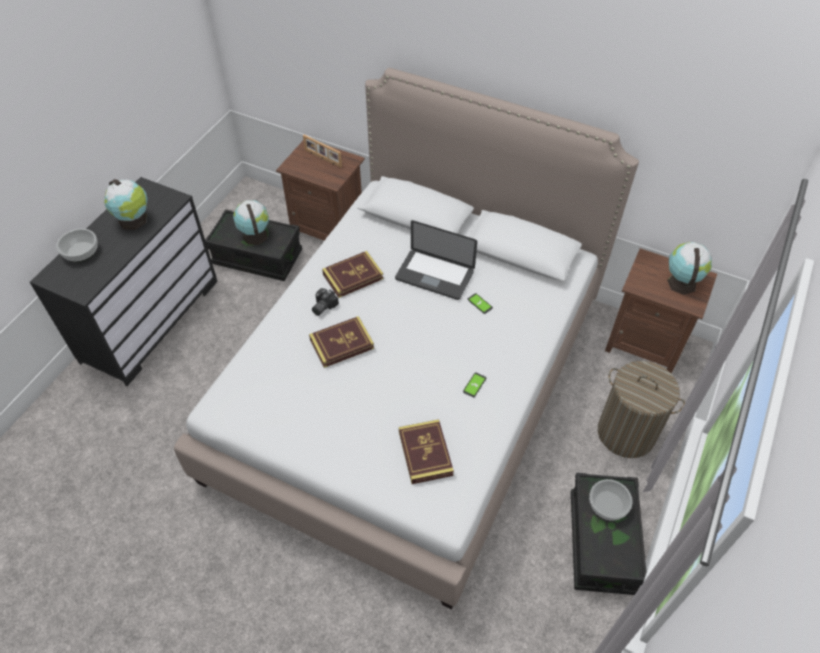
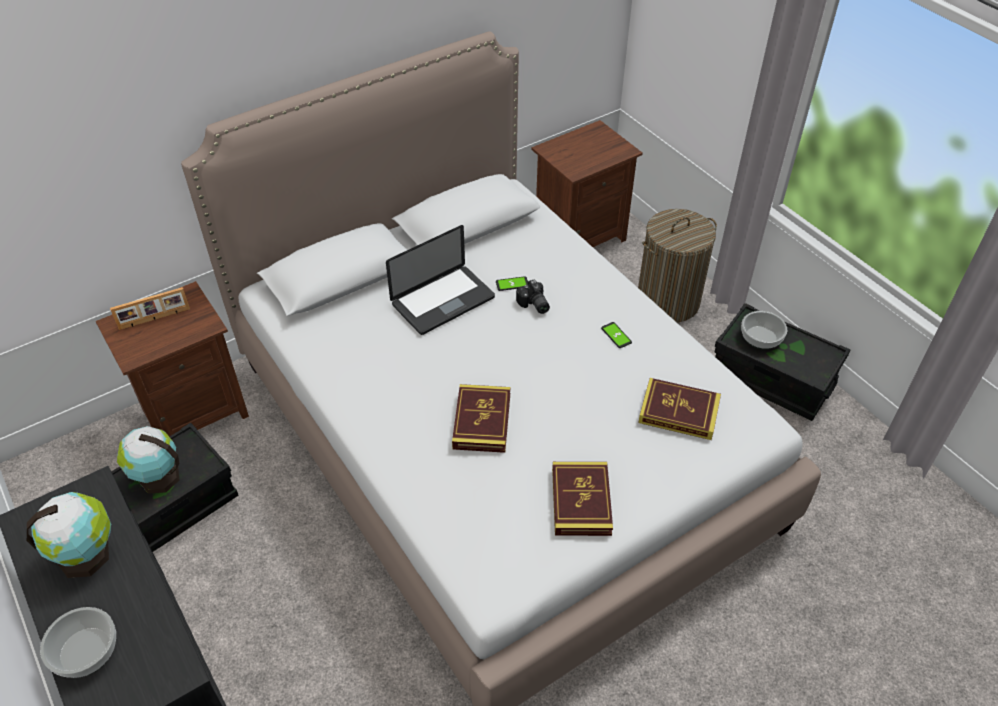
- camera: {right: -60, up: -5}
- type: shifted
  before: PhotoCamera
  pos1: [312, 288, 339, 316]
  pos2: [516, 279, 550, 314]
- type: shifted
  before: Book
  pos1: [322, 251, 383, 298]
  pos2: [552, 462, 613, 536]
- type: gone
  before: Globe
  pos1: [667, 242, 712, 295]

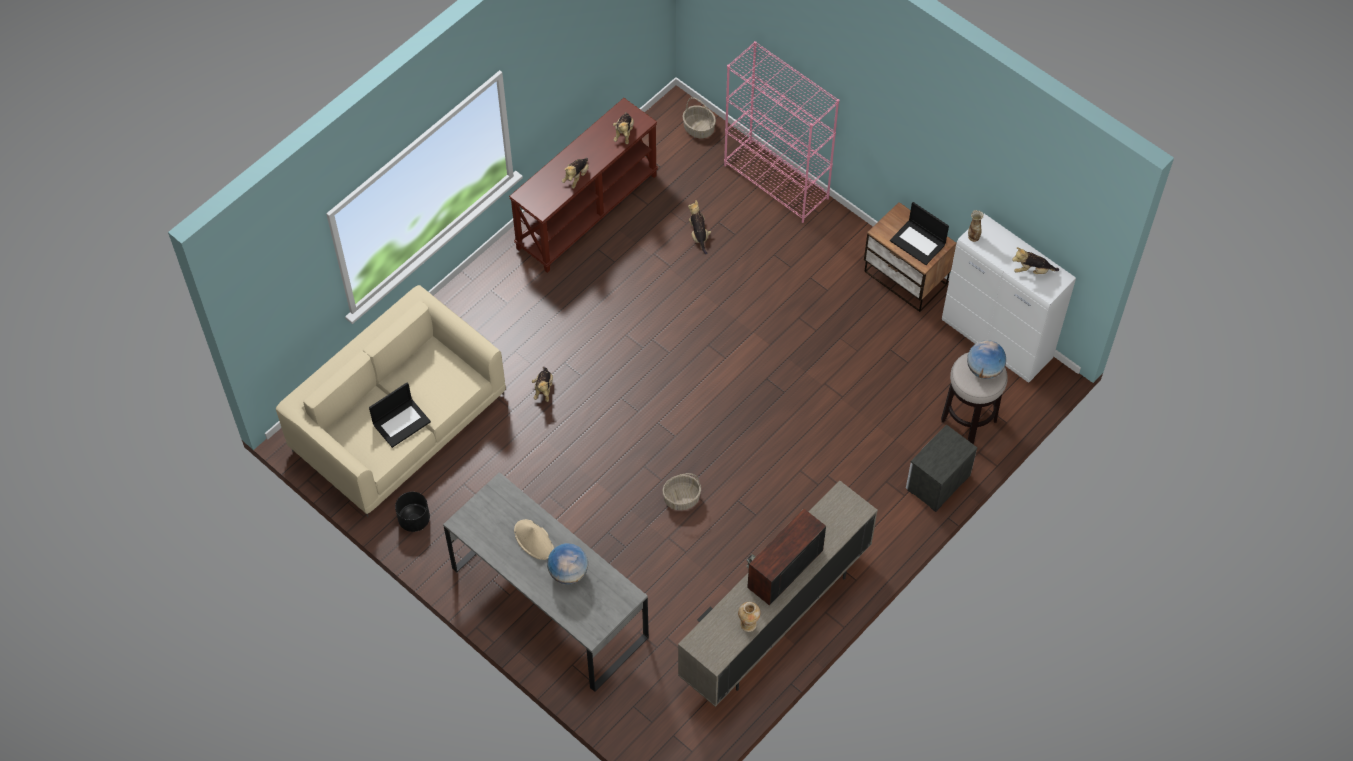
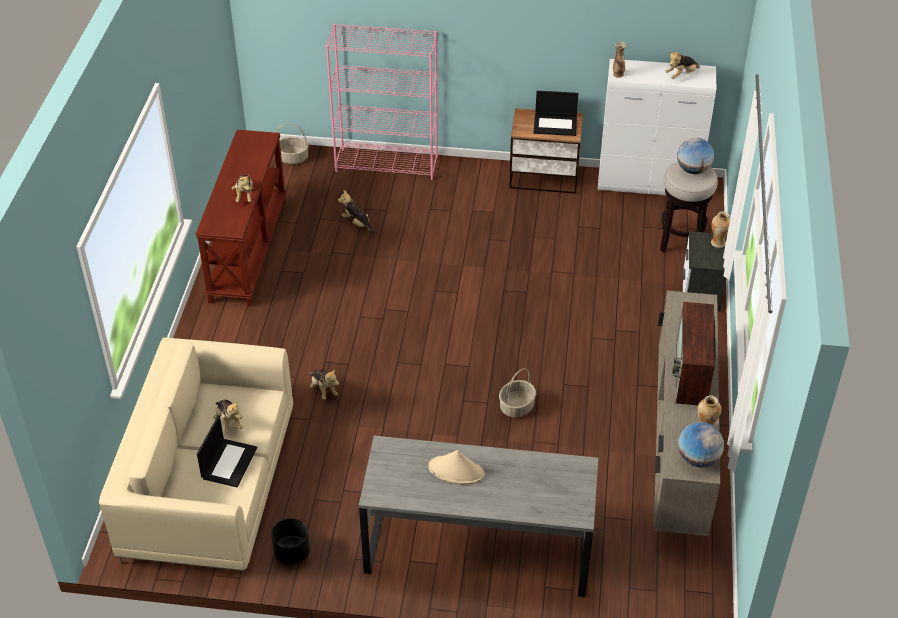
- camera: {right: -35, up: -15}
- type: shifted
  before: Globe
  pos1: [547, 543, 588, 584]
  pos2: [678, 422, 724, 468]
- type: shifted
  before: CuddlyToy
  pos1: [613, 112, 634, 144]
  pos2: [213, 400, 243, 433]
- type: new
  after: Vase
  pos2: [711, 211, 730, 248]

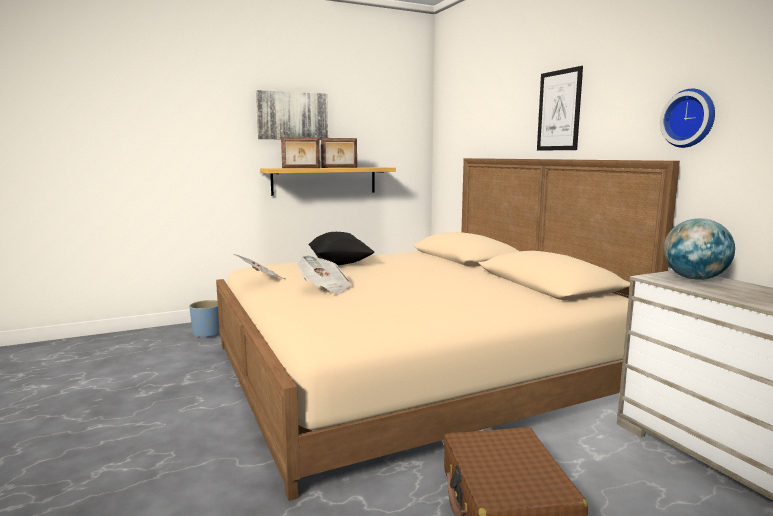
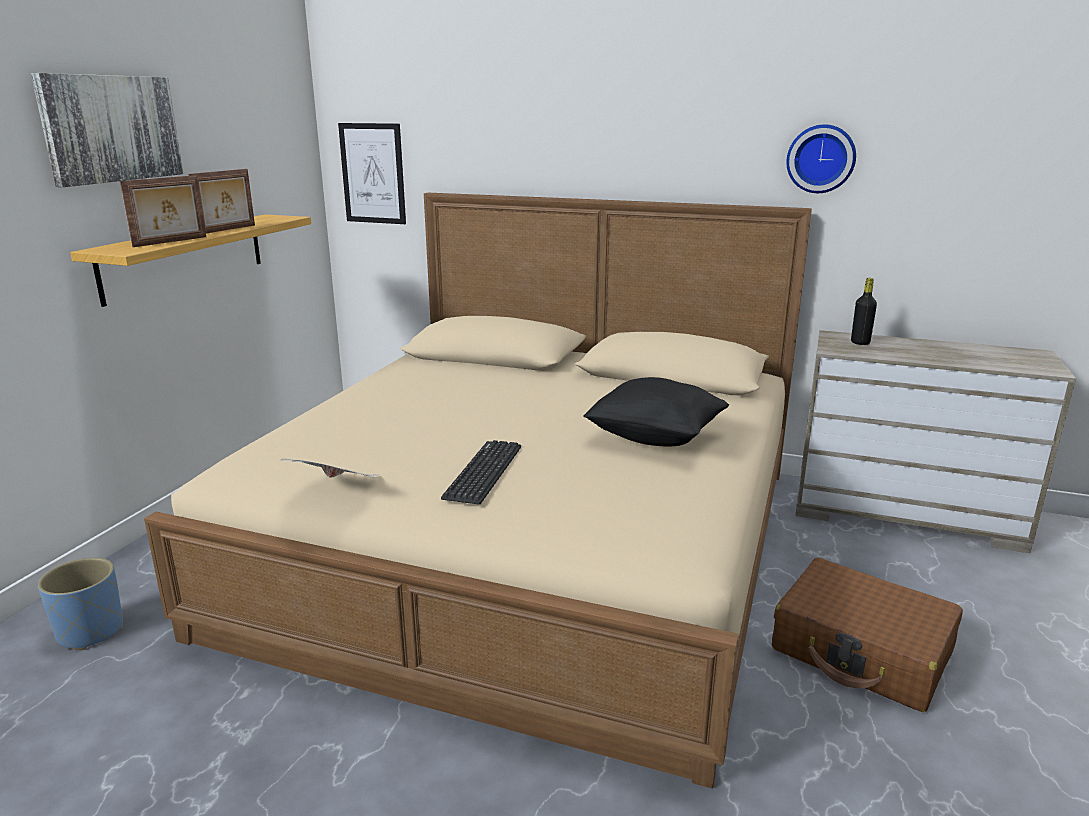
- camera: {right: -45, up: 10}
- type: swapped
  before: DailyPaper
  after: PcKeyboard
  pos1: [297, 255, 352, 295]
  pos2: [441, 440, 521, 504]
- type: shifted
  before: BlackishPillow
  pos1: [308, 232, 375, 265]
  pos2: [583, 377, 729, 446]
- type: shifted
  before: WallPicture
  pos1: [537, 66, 583, 151]
  pos2: [338, 123, 406, 224]
- type: swapped
  before: Globe
  after: BlackishBottle
  pos1: [663, 218, 735, 280]
  pos2: [851, 278, 877, 345]

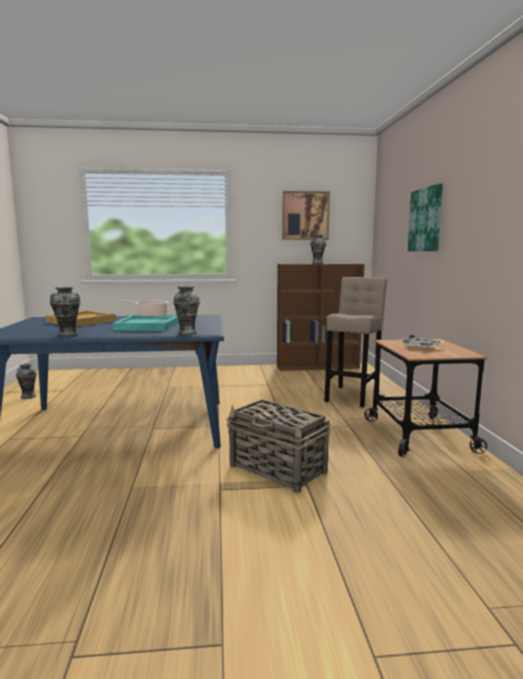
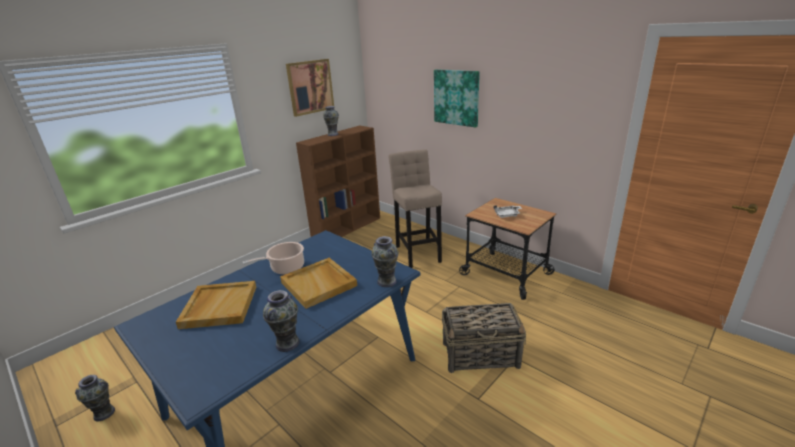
- camera: {right: -40, up: 15}
- type: repainted
  before: BlueGreenServingTray
  after: SandColouredServingTray
  pos1: [113, 316, 179, 331]
  pos2: [280, 258, 357, 309]

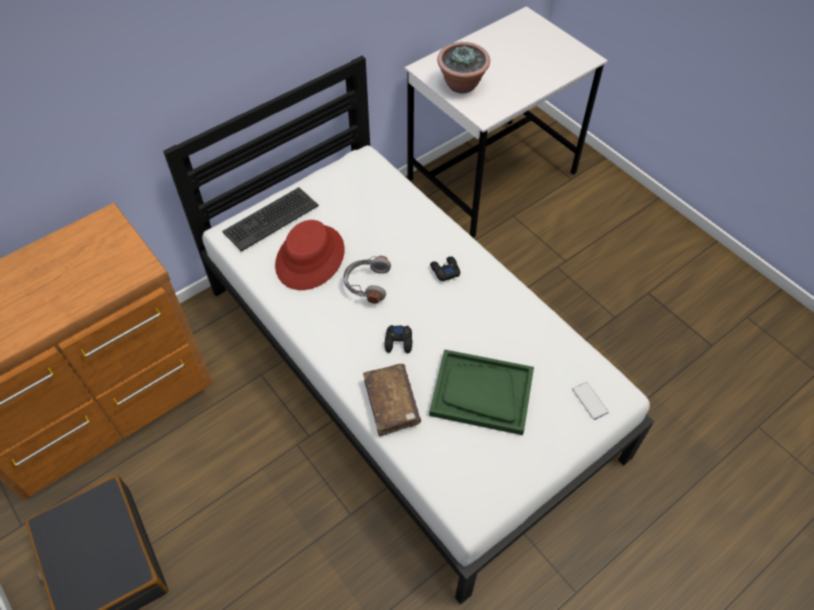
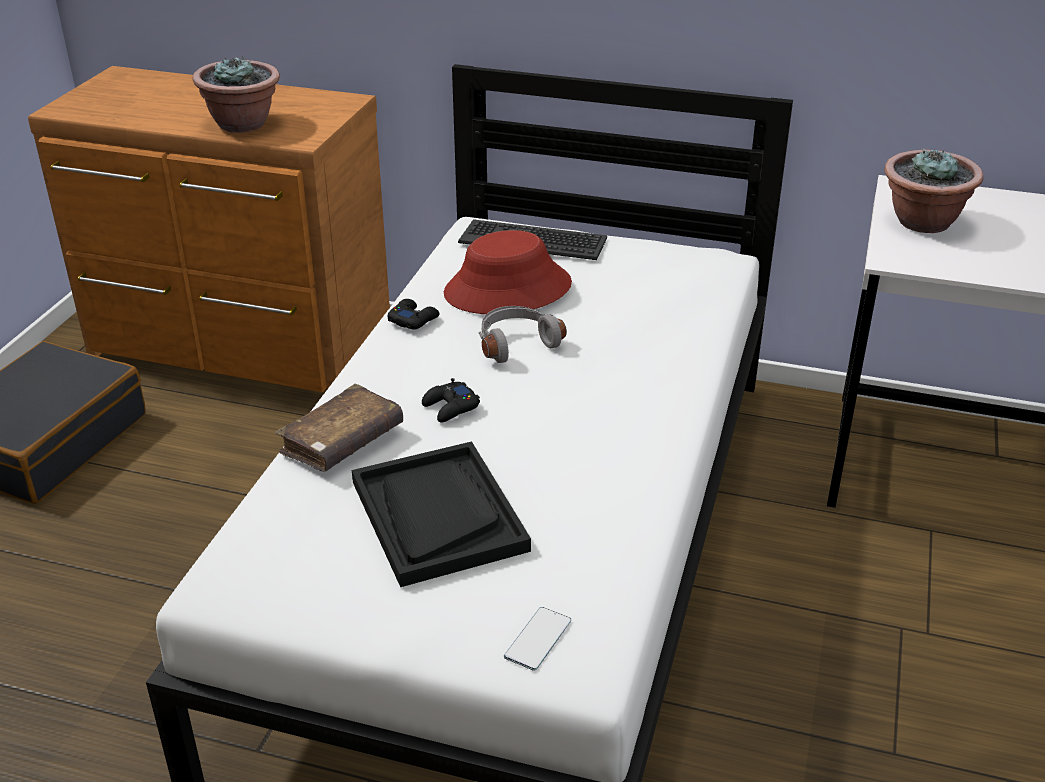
- camera: {right: 55, up: -20}
- type: repainted
  before: GreenServingTray
  after: BlackishServingTray
  pos1: [429, 349, 534, 435]
  pos2: [352, 441, 531, 587]
- type: shifted
  before: BlackishGameController
  pos1: [430, 256, 460, 281]
  pos2: [387, 299, 440, 330]
- type: new
  after: PlantInAPot
  pos2: [192, 57, 280, 133]

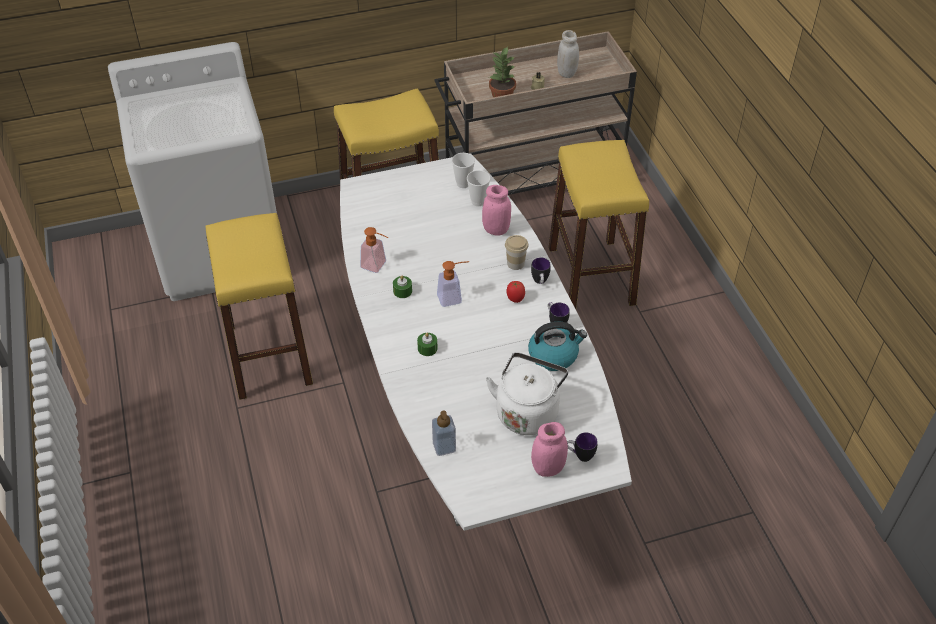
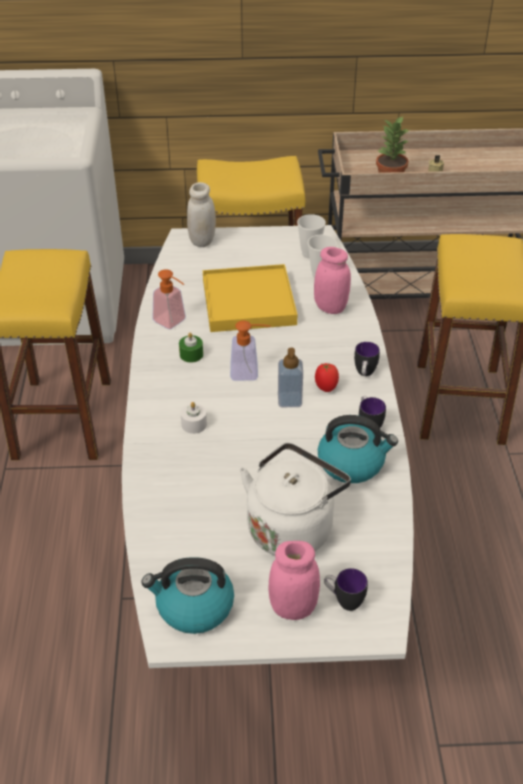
- camera: {right: 15, up: -5}
- type: repainted
  before: GreenWaxLight
  after: WhitishWaxLight
  pos1: [417, 333, 438, 356]
  pos2: [181, 402, 207, 434]
- type: shifted
  before: SoapBottle
  pos1: [432, 410, 456, 456]
  pos2: [278, 348, 303, 407]
- type: gone
  before: DrinkingCup
  pos1: [505, 235, 529, 270]
- type: shifted
  before: WhitishPreserveJar
  pos1: [557, 30, 579, 78]
  pos2: [187, 182, 216, 247]
- type: new
  after: Kettle
  pos2: [141, 557, 234, 634]
- type: new
  after: YellowishServingTray
  pos2: [203, 264, 297, 332]

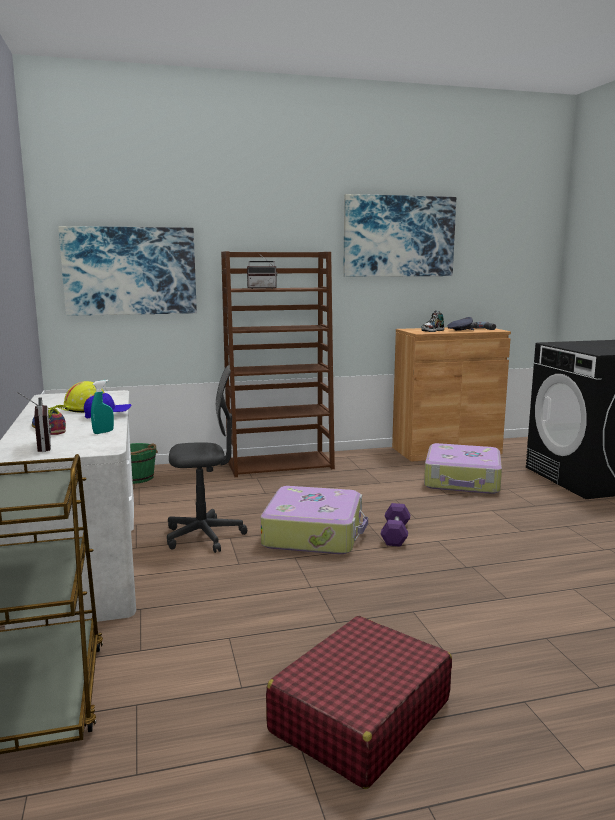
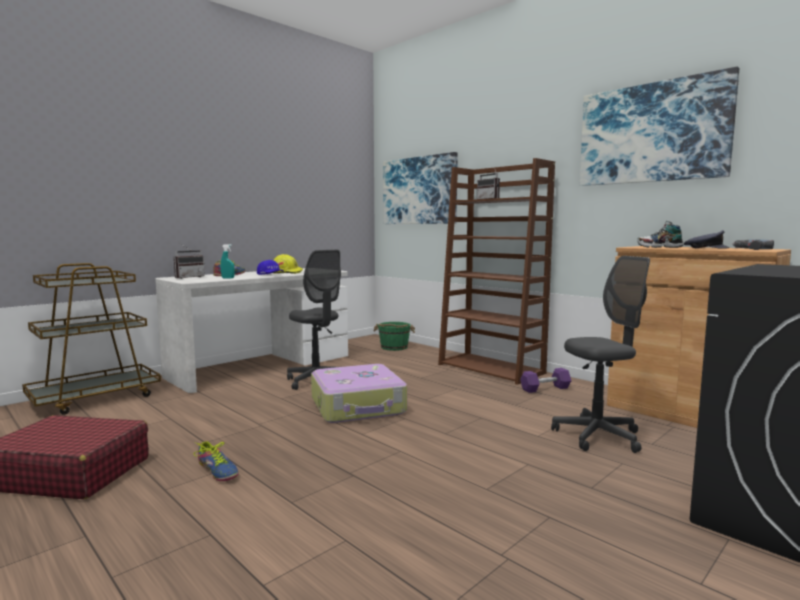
- camera: {right: 60, up: -5}
- type: shifted
  before: PurplishFreeWeight
  pos1: [381, 503, 410, 547]
  pos2: [520, 368, 571, 393]
- type: swapped
  before: PieceOfLuggage
  after: GreyishOfficeChair
  pos1: [424, 443, 502, 494]
  pos2: [551, 256, 650, 453]
- type: new
  after: LowShoe
  pos2: [194, 441, 239, 481]

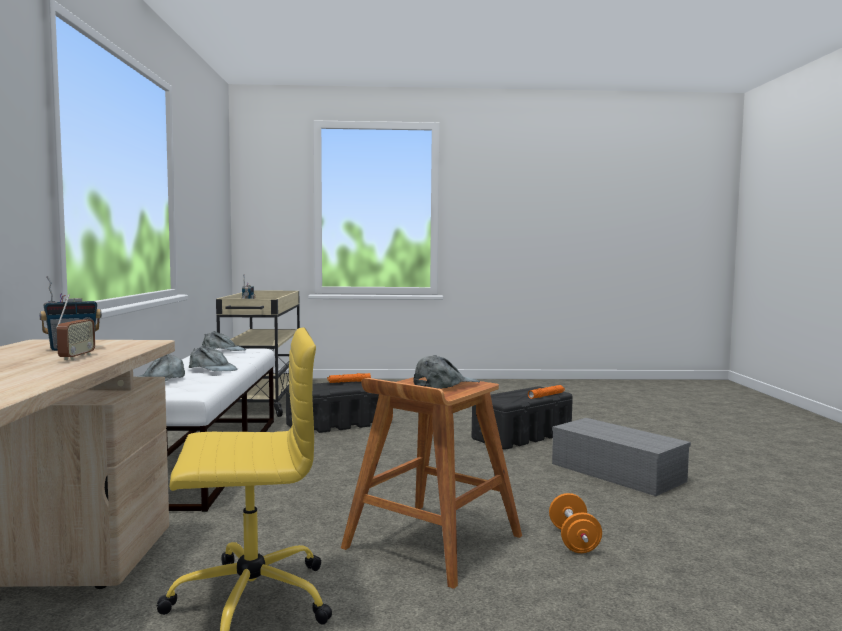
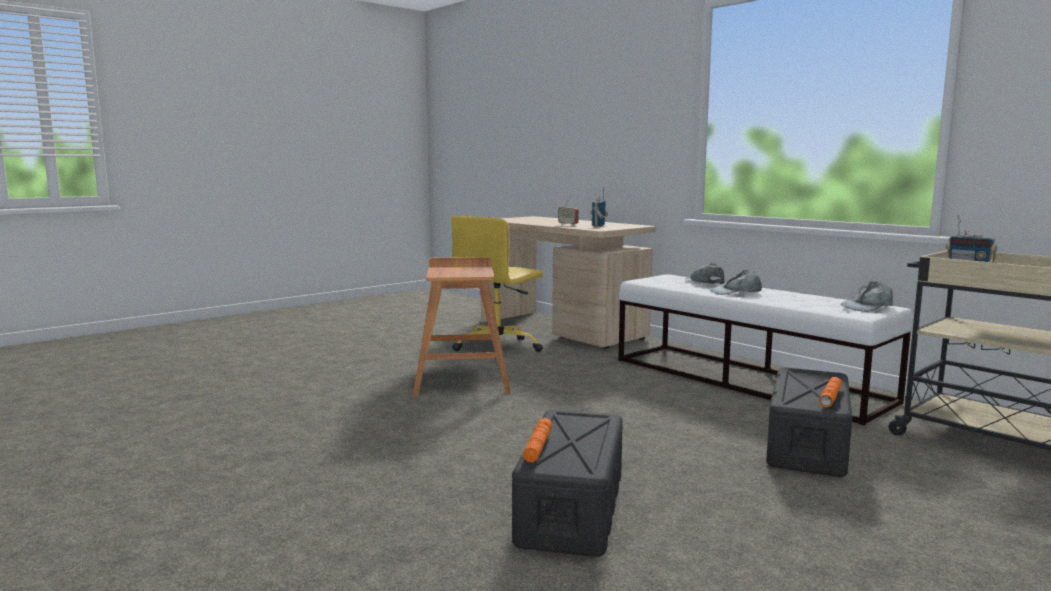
- camera: {right: 140, up: 5}
- type: gone
  before: GreyishPeakedCap
  pos1: [413, 355, 480, 389]
- type: gone
  before: OrangeFreeWeight
  pos1: [549, 493, 602, 553]
- type: gone
  before: GreyishStorageBox
  pos1: [552, 418, 691, 496]

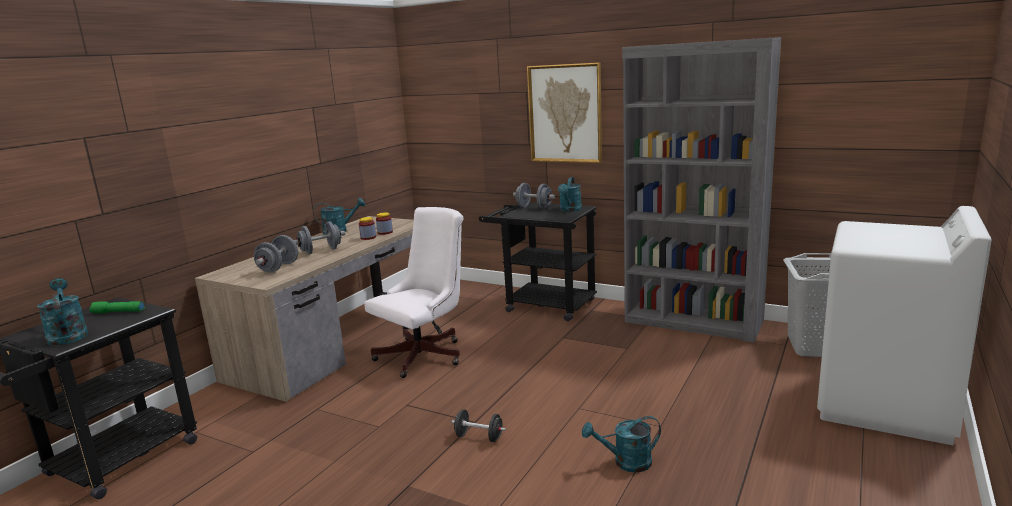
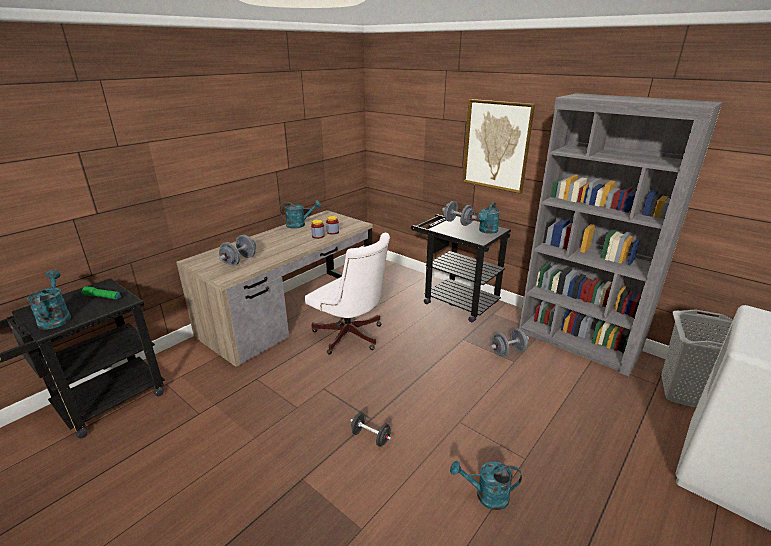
- camera: {right: 10, up: 10}
- type: shifted
  before: GreyishFreeWeight
  pos1: [294, 221, 345, 254]
  pos2: [490, 329, 529, 357]
- type: rotated
  before: WhitishOfficeChair
  pos1: [364, 207, 463, 378]
  pos2: [305, 233, 390, 355]
  turn: 75

